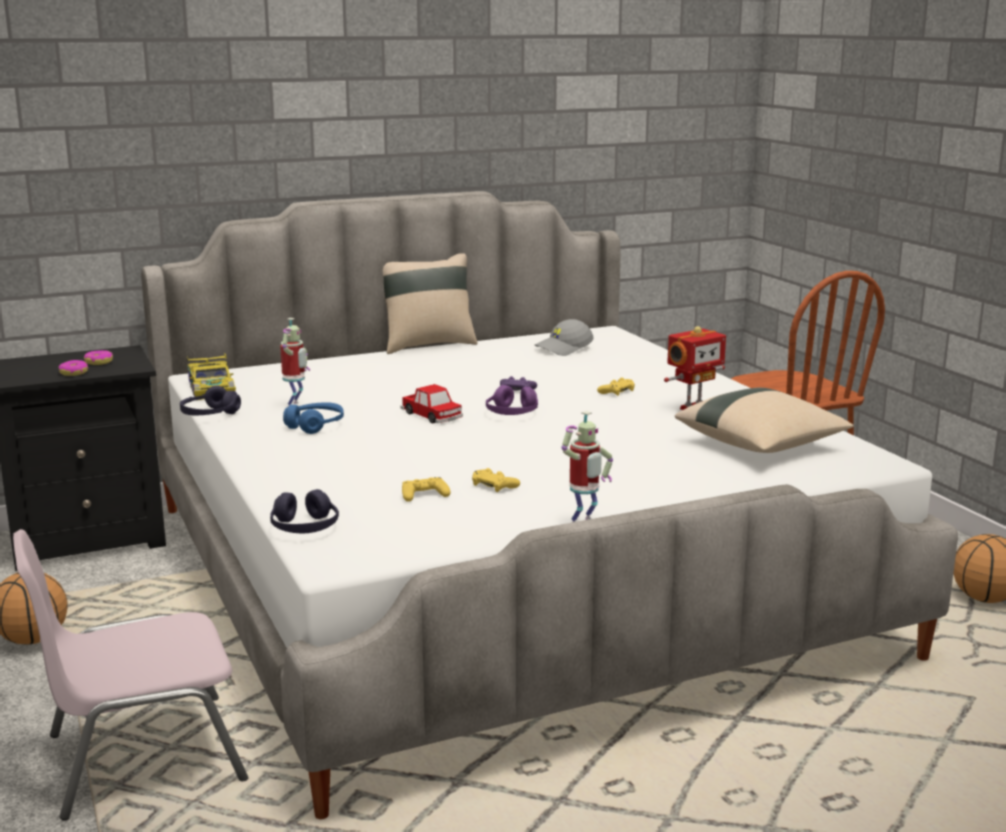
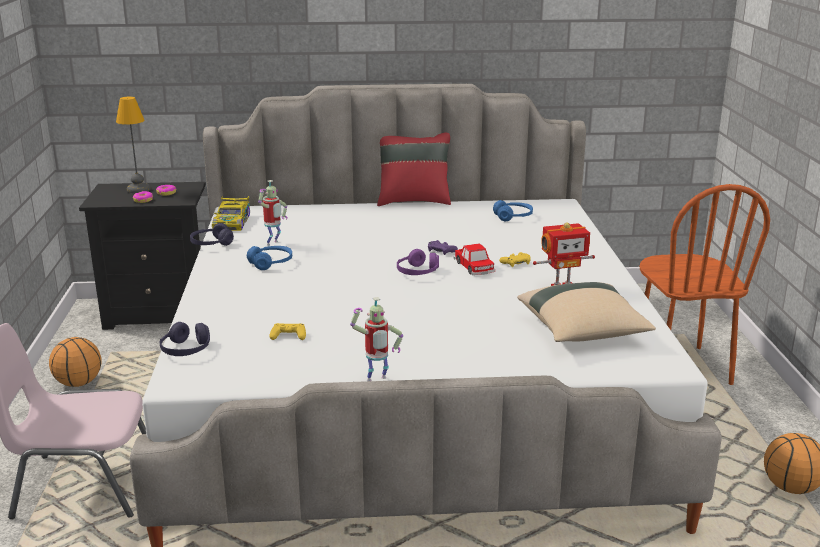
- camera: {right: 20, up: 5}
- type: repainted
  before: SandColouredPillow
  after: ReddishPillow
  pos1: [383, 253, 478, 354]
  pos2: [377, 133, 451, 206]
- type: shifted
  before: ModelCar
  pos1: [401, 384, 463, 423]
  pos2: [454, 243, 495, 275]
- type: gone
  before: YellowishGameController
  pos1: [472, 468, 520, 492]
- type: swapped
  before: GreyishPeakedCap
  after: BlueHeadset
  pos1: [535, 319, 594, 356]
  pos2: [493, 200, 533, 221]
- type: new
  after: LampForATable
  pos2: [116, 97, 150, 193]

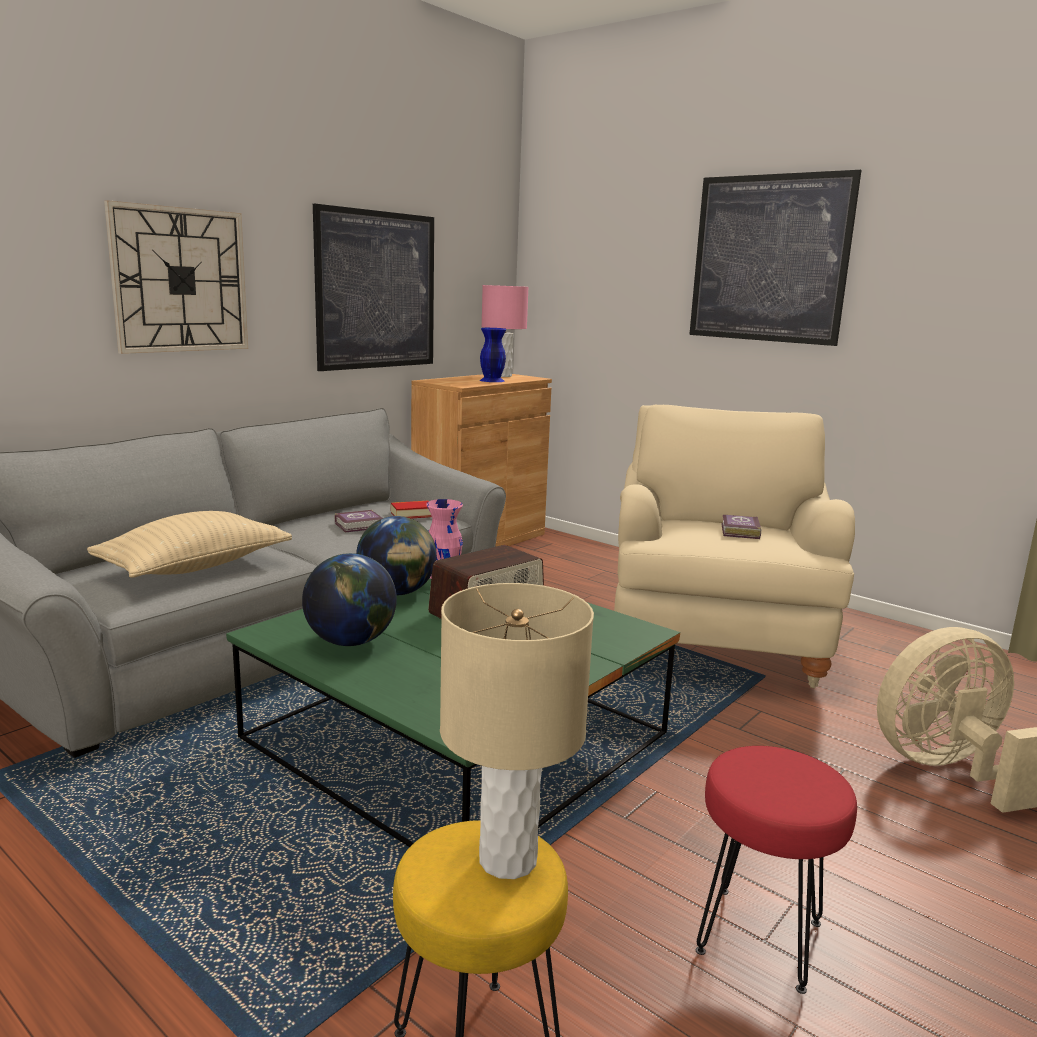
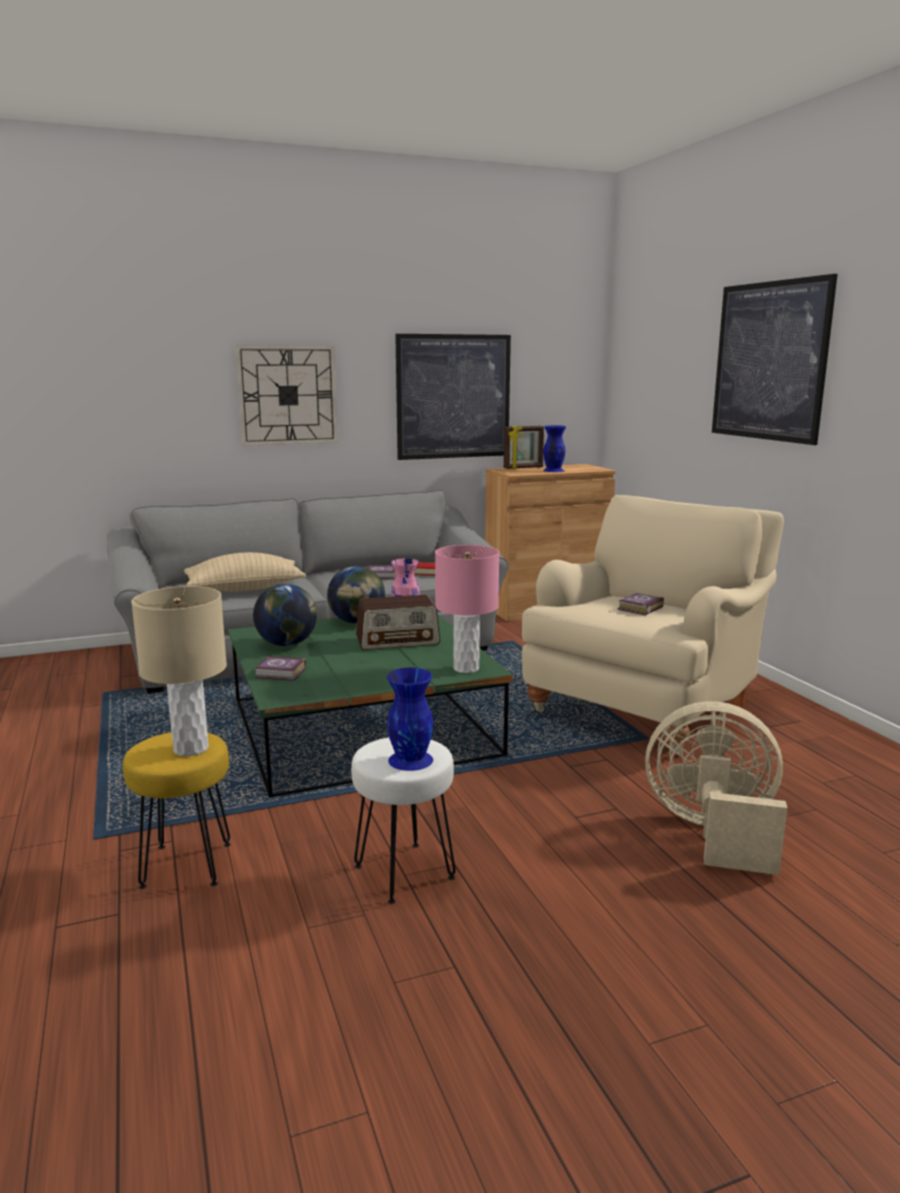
- camera: {right: 30, up: 0}
- type: shifted
  before: PinkLampForATable
  pos1: [481, 285, 529, 377]
  pos2: [435, 545, 499, 673]
- type: repainted
  before: ReddishStoolSeat
  after: WhitishStoolSeat
  pos1: [696, 746, 857, 994]
  pos2: [351, 737, 456, 904]
- type: new
  after: Book
  pos2: [254, 656, 306, 681]
- type: new
  after: BlueVase
  pos2: [387, 668, 433, 771]
- type: new
  after: StandingFrame
  pos2: [504, 425, 544, 469]

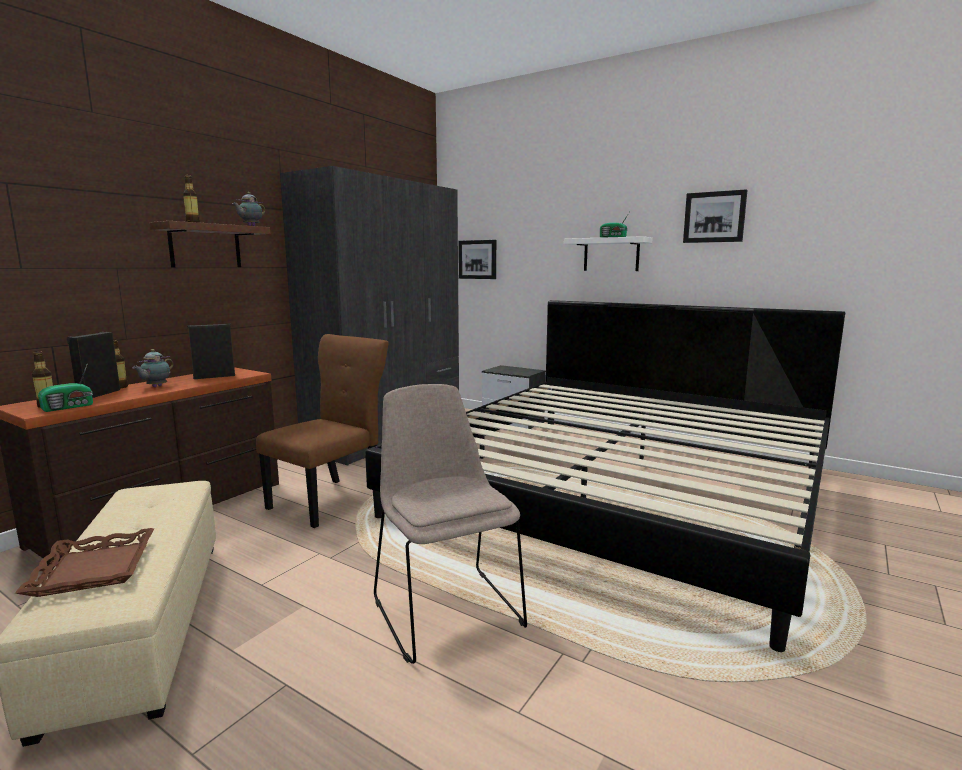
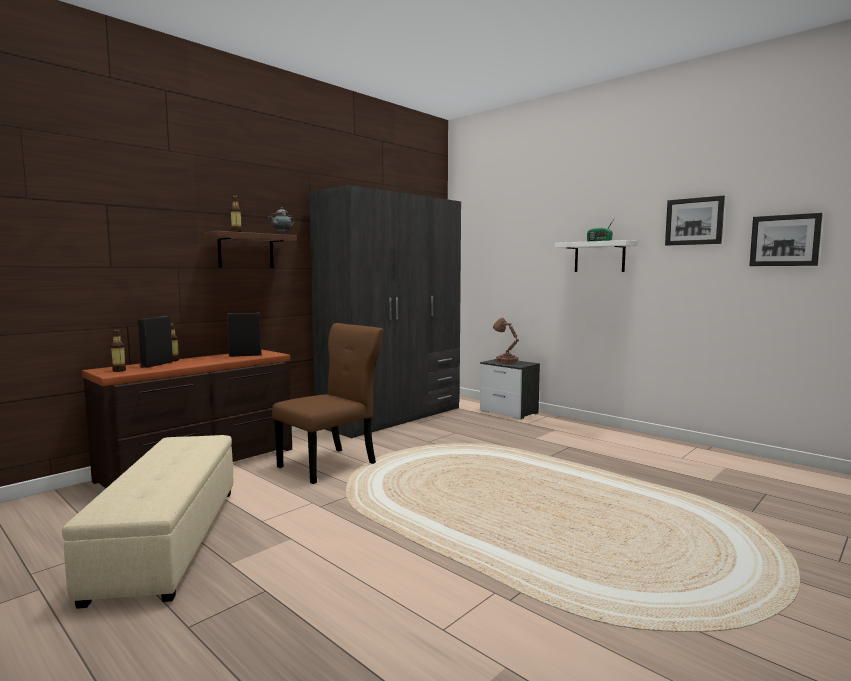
- camera: {right: 10, up: -5}
- type: gone
  before: BrownServingTray
  pos1: [15, 528, 154, 597]
- type: gone
  before: RadioReceiver
  pos1: [38, 363, 93, 412]
- type: gone
  before: Teapot
  pos1: [132, 349, 173, 387]
- type: gone
  before: Bed
  pos1: [365, 300, 845, 652]
- type: gone
  before: SandColouredChair
  pos1: [374, 384, 527, 664]
- type: shifted
  before: WallPicture
  pos1: [458, 240, 496, 279]
  pos2: [749, 213, 823, 266]
- type: new
  after: BrownLampForATable
  pos2: [493, 318, 519, 363]

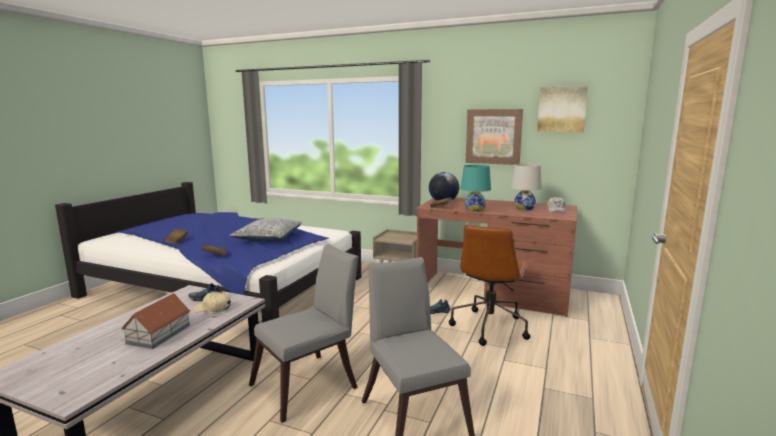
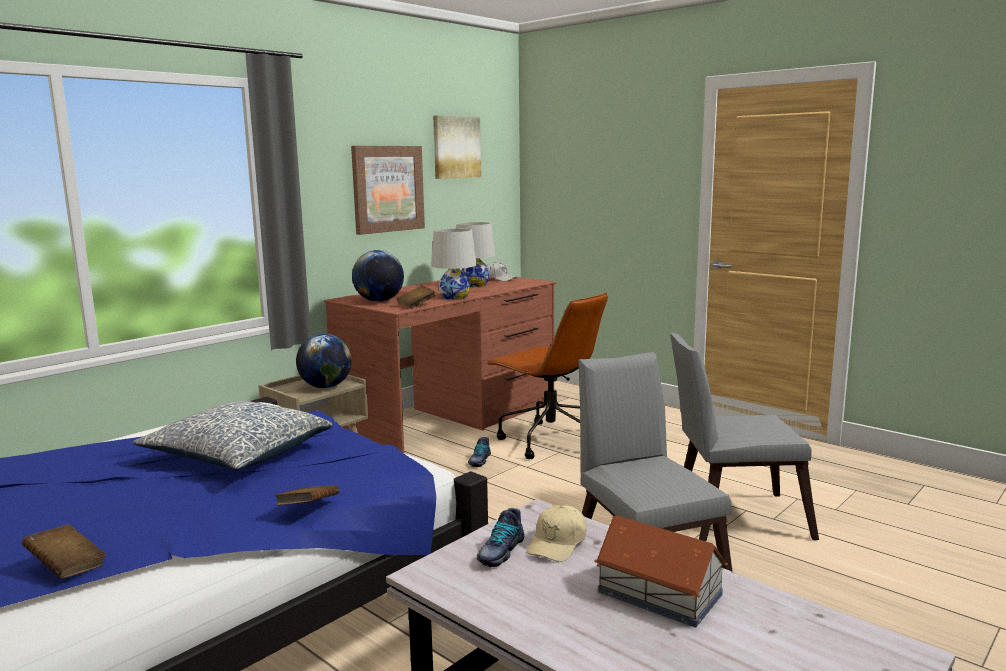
- camera: {right: -70, up: 0}
- type: repainted
  before: BlueGreenLampForATable
  after: WhitishLampForATable
  pos1: [460, 165, 491, 212]
  pos2: [431, 228, 477, 300]
- type: new
  after: Globe
  pos2: [296, 334, 352, 388]

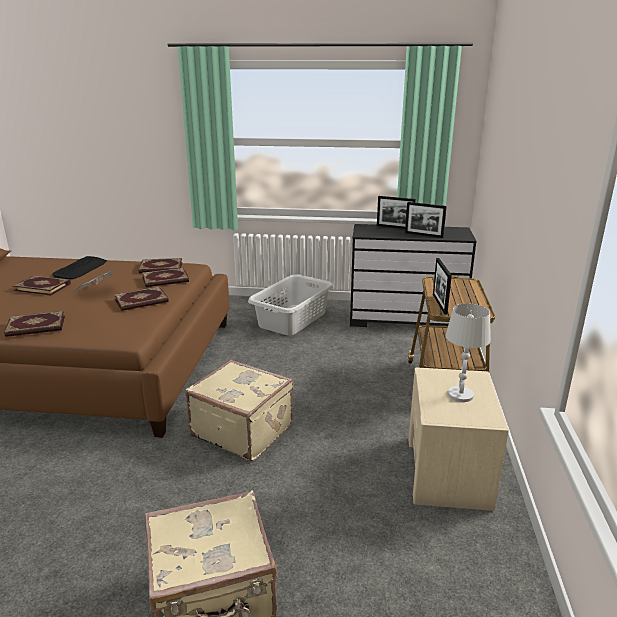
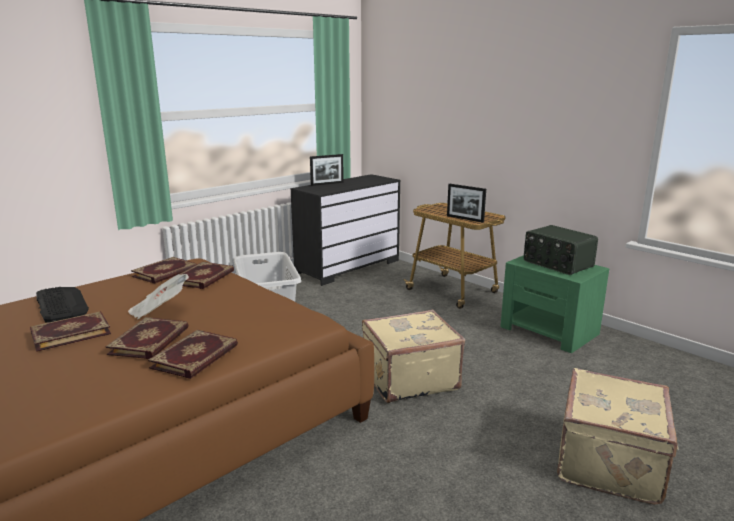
- camera: {right: -50, up: -5}
- type: shifted
  before: Book
  pos1: [114, 286, 169, 311]
  pos2: [106, 317, 188, 359]
- type: gone
  before: StandingFrame
  pos1: [405, 202, 447, 238]
- type: repainted
  before: SandColouredNightstand
  after: GreenNightstand
  pos1: [409, 367, 509, 511]
  pos2: [500, 255, 609, 353]
- type: swapped
  before: WhitishLampForATable
  after: RadioReceiver
  pos1: [445, 303, 491, 402]
  pos2: [524, 225, 598, 275]

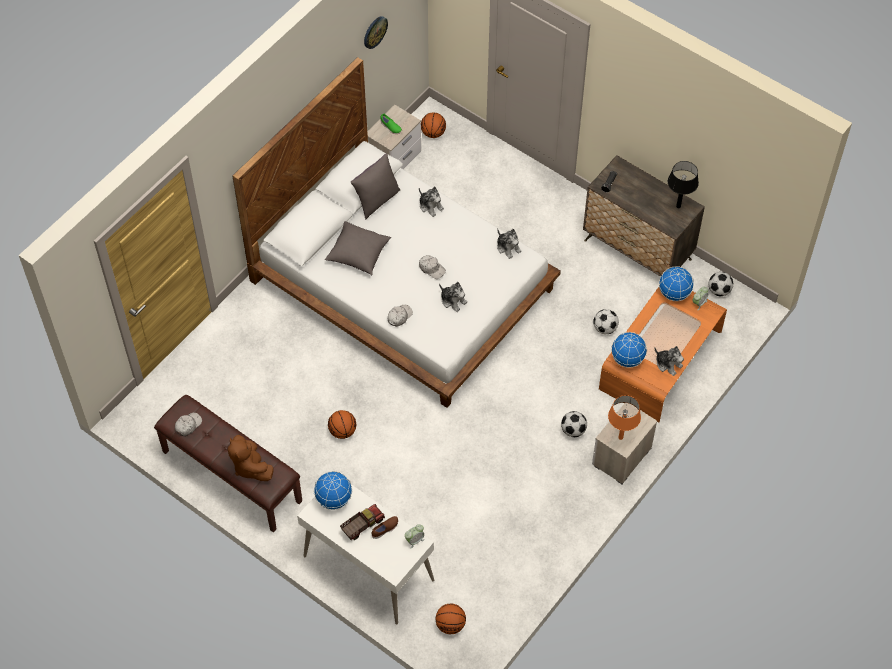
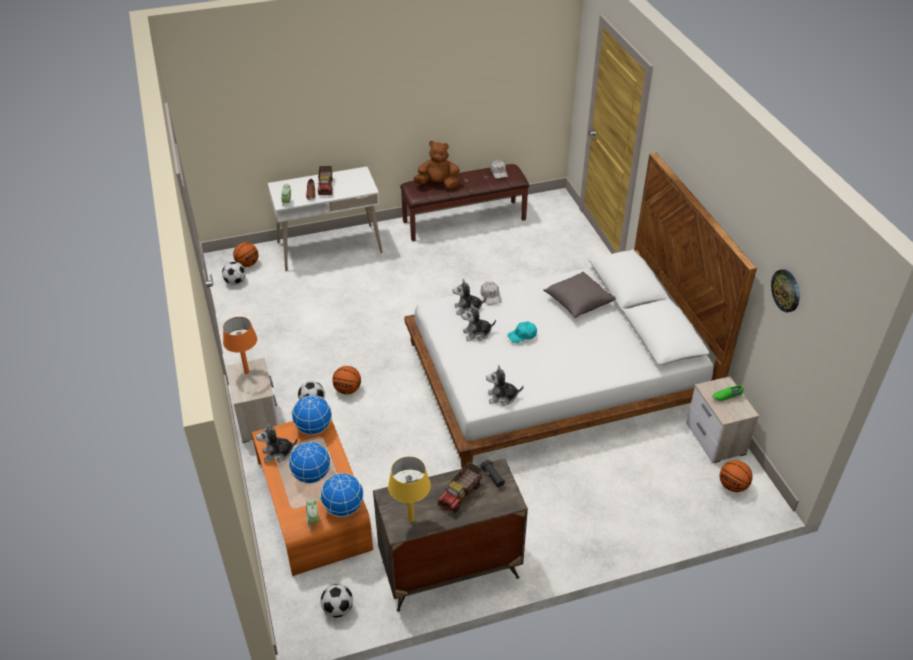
- camera: {right: 125, up: -15}
- type: shifted
  before: Globe
  pos1: [314, 471, 352, 510]
  pos2: [288, 441, 331, 484]
- type: shifted
  before: BasketballBall
  pos1: [328, 410, 356, 439]
  pos2: [332, 366, 361, 394]
- type: gone
  before: GreyishPillow
  pos1: [351, 153, 400, 219]
- type: shifted
  before: CuddlyToy
  pos1: [419, 187, 444, 217]
  pos2: [452, 279, 487, 315]
- type: repainted
  before: WhitishPeakedCap
  after: BlueGreenPeakedCap
  pos1: [419, 255, 446, 279]
  pos2: [508, 321, 537, 343]
- type: shifted
  before: FootballBall
  pos1: [593, 309, 619, 334]
  pos2: [222, 262, 246, 285]
- type: repainted
  before: BlackishLampForATable
  after: YellowishLampForATable
  pos1: [668, 161, 699, 208]
  pos2: [388, 456, 431, 522]
- type: new
  after: ToyTruck
  pos2: [438, 462, 483, 514]

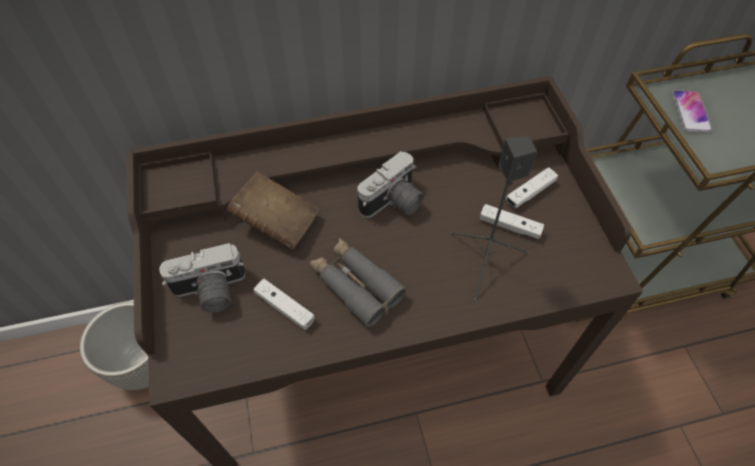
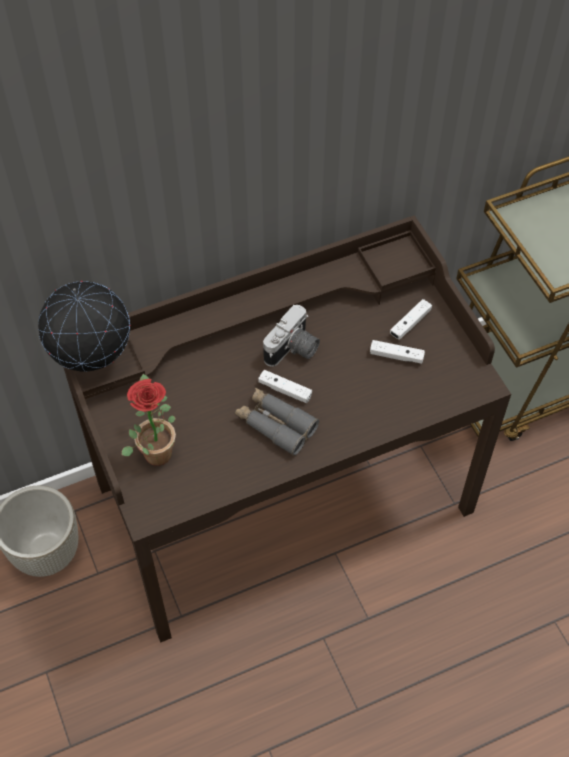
- camera: {right: -10, up: 0}
- type: swapped
  before: PhotoCamera
  after: PlantInAPot
  pos1: [159, 243, 245, 312]
  pos2: [121, 374, 176, 466]
- type: gone
  before: BrownBook
  pos1: [227, 172, 319, 250]
- type: shifted
  before: WhitishGameController
  pos1: [253, 279, 315, 330]
  pos2: [258, 370, 312, 403]
- type: gone
  before: BlackishSpeaker
  pos1: [450, 136, 537, 302]
- type: gone
  before: Handset
  pos1: [672, 90, 712, 133]
- type: new
  after: Globe
  pos2: [38, 281, 130, 372]

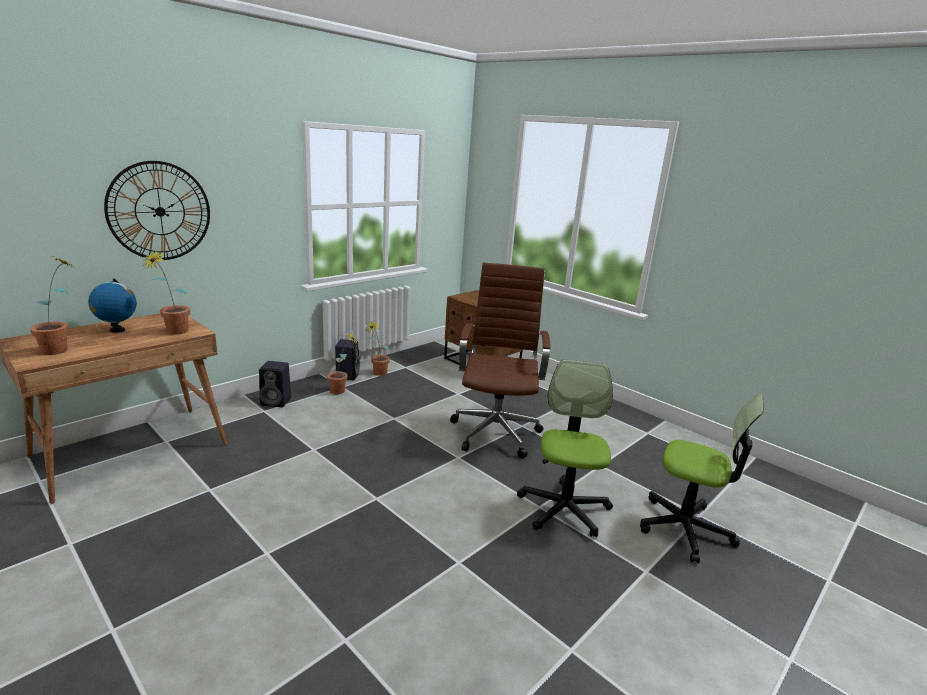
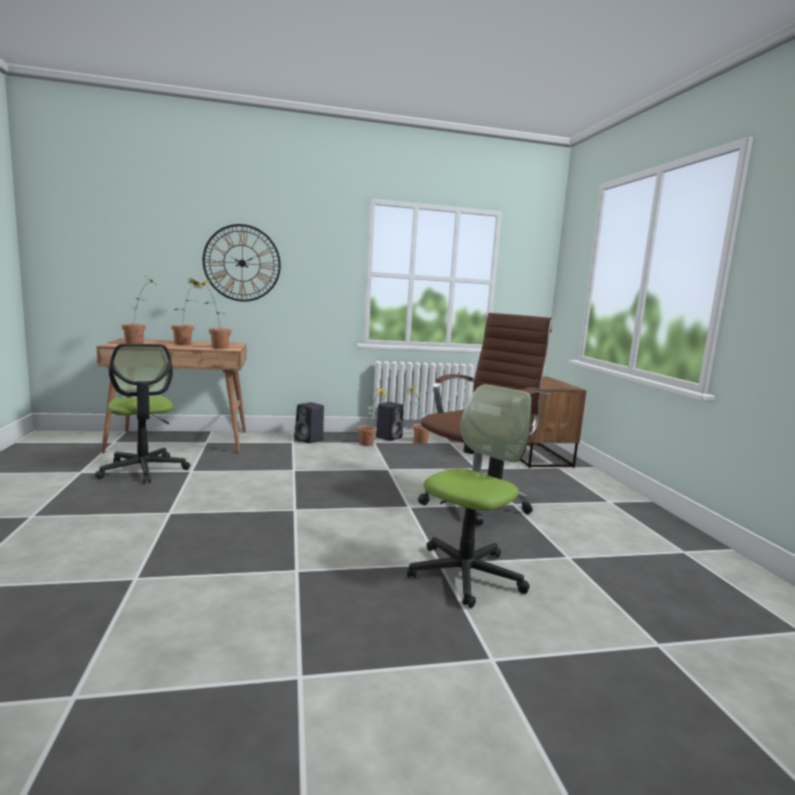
- camera: {right: 35, up: -10}
- type: swapped
  before: Globe
  after: PlantInAPot
  pos1: [88, 278, 137, 333]
  pos2: [171, 278, 201, 345]
- type: shifted
  before: OfficeChair
  pos1: [640, 394, 764, 563]
  pos2: [95, 344, 190, 484]

